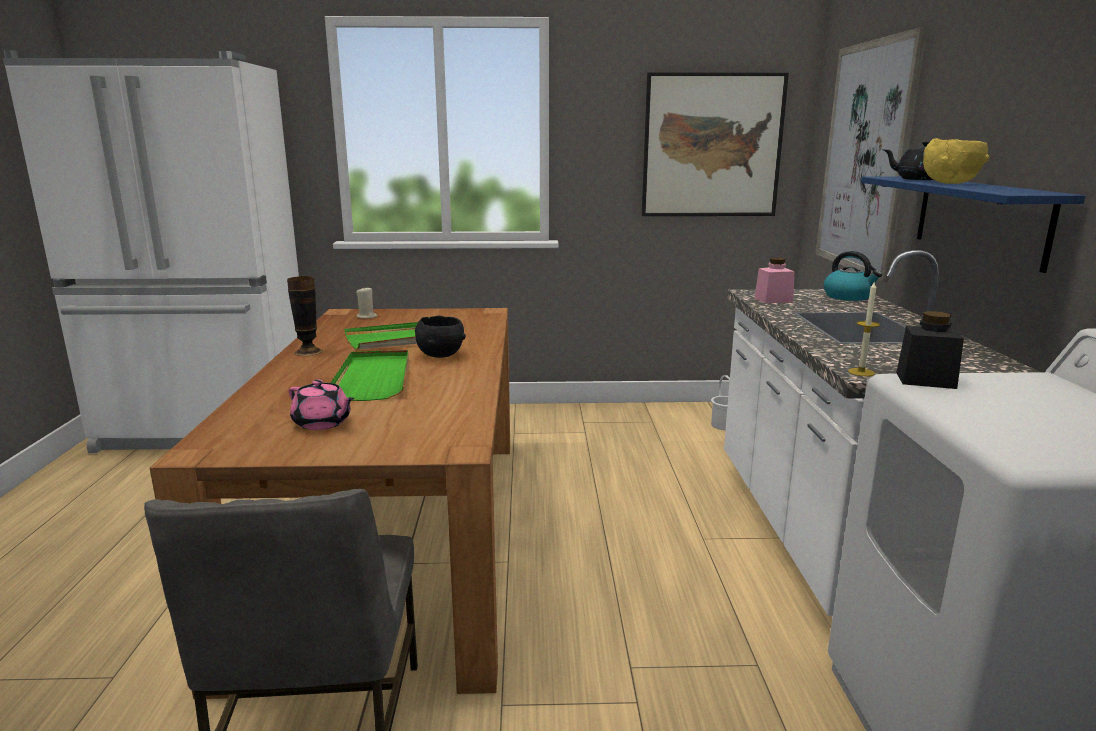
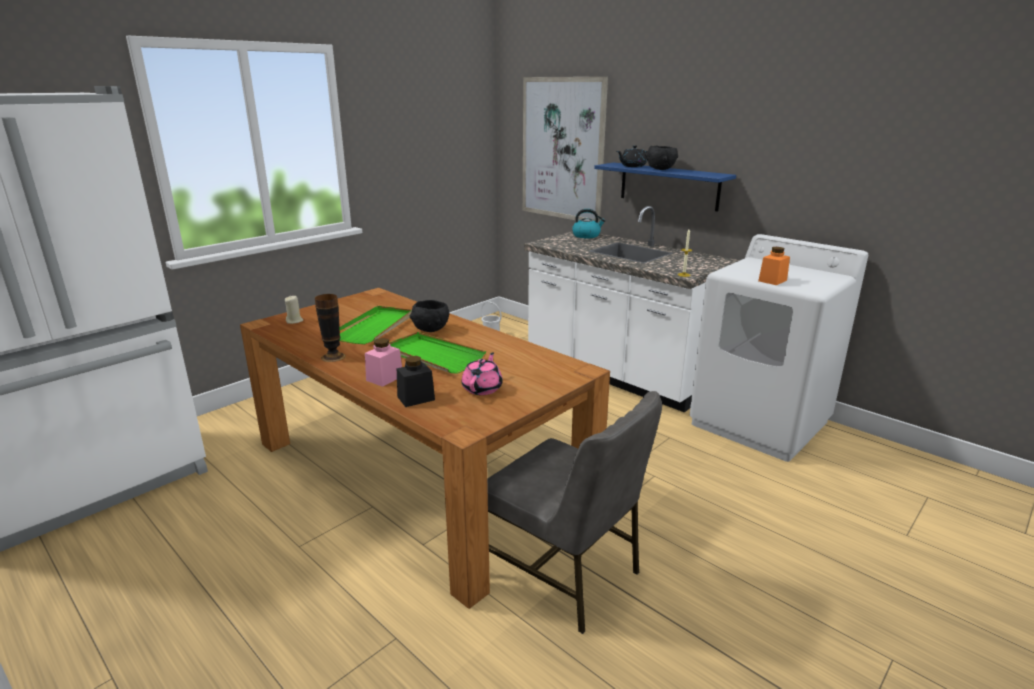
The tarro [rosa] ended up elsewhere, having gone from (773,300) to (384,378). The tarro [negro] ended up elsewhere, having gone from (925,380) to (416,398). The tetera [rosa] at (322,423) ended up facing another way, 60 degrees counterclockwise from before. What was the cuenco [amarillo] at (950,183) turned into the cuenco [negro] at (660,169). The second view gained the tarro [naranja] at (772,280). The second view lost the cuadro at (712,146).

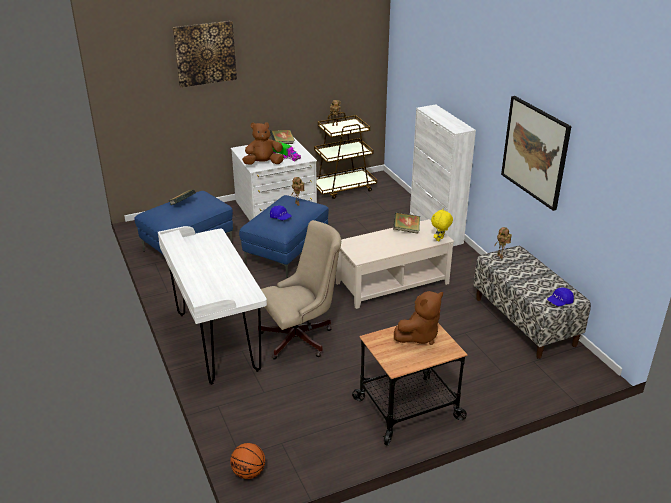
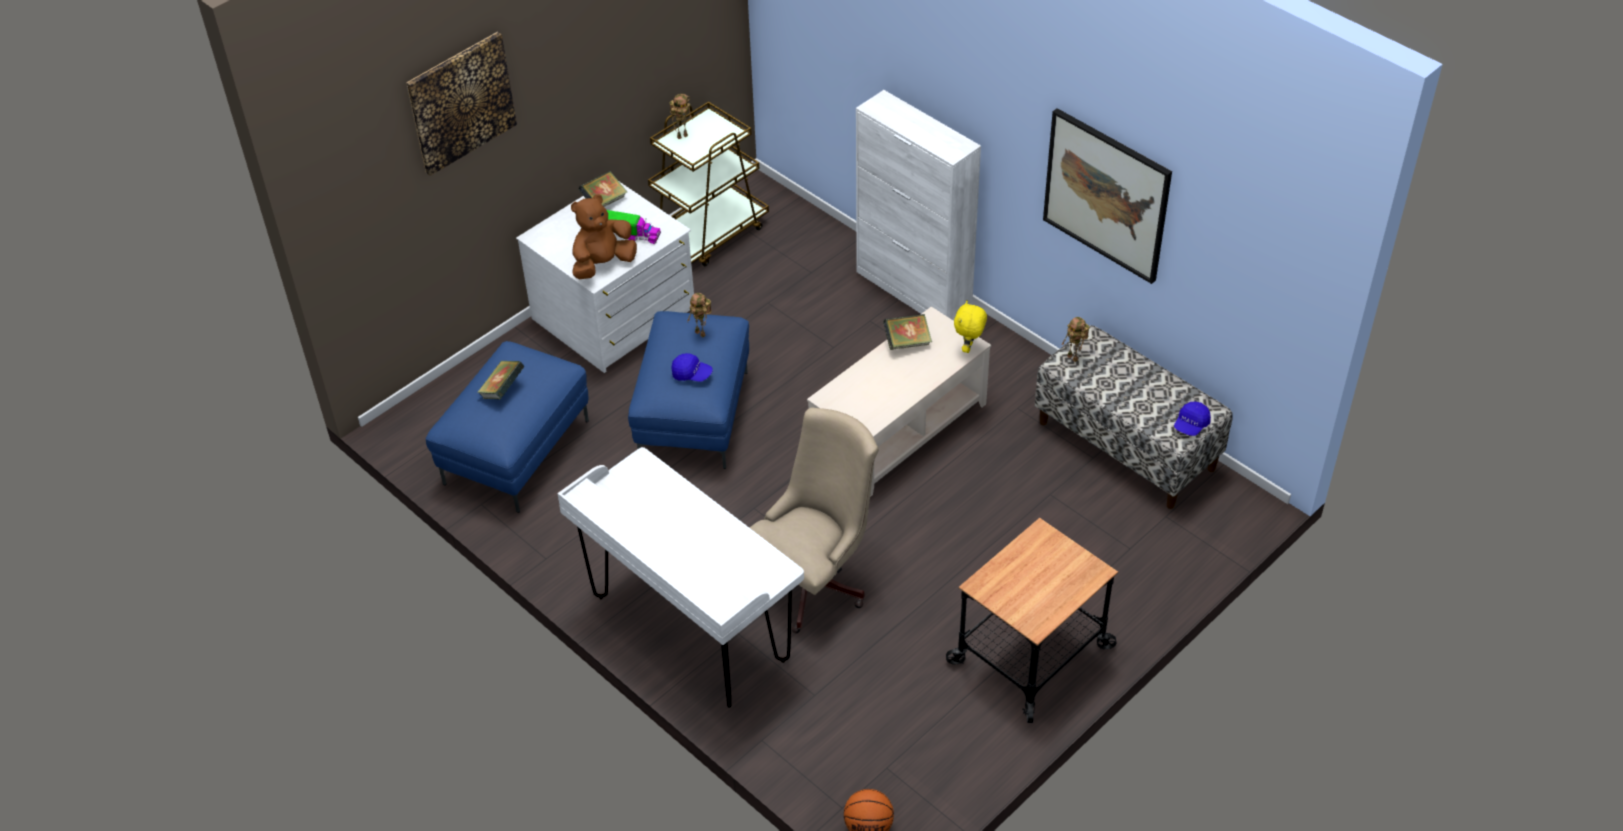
The second view lost the peluche [marrón] at (419,336).

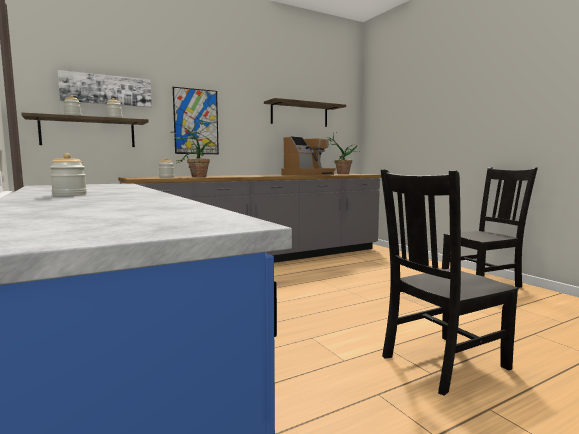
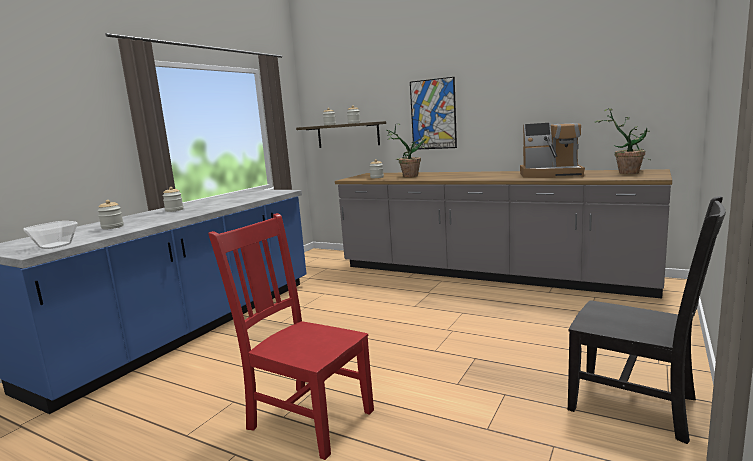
The second view gained the cuenco at (55,246). The second view gained the tarro at (112,227). What was the silla [negro] at (441,363) turned into the silla [rojo] at (307,418). The second view lost the cuadro at (107,90). The second view lost the estante at (299,115).

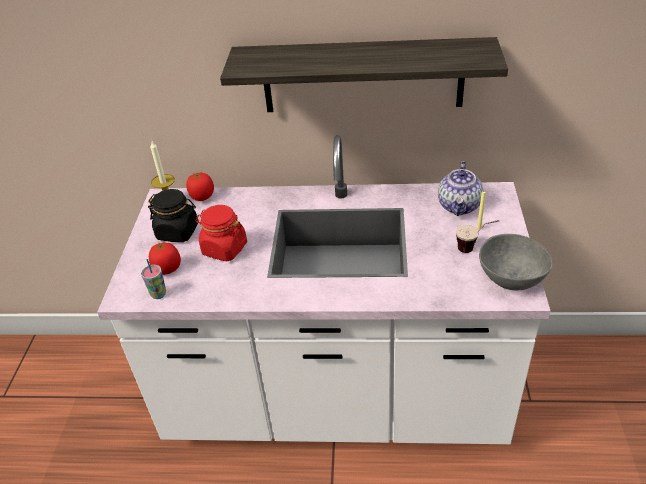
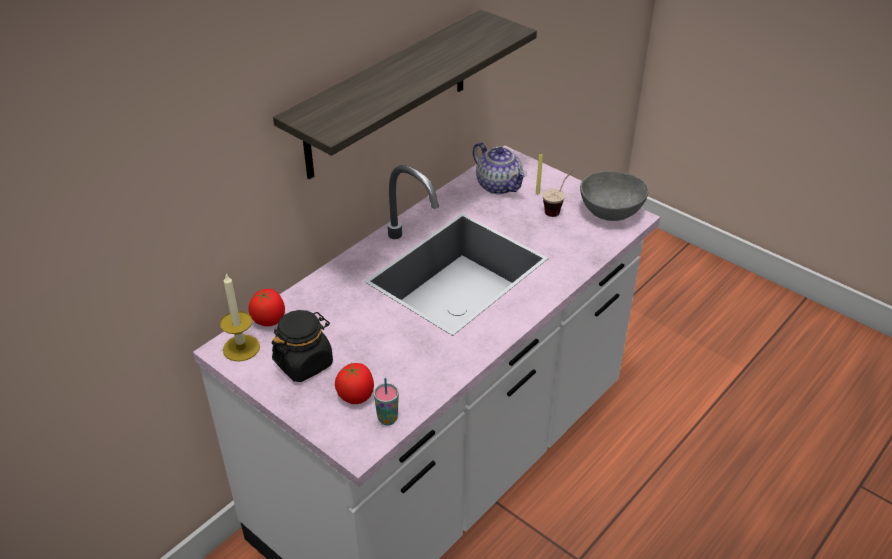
The second view lost the tarro [rojo] at (224,249).

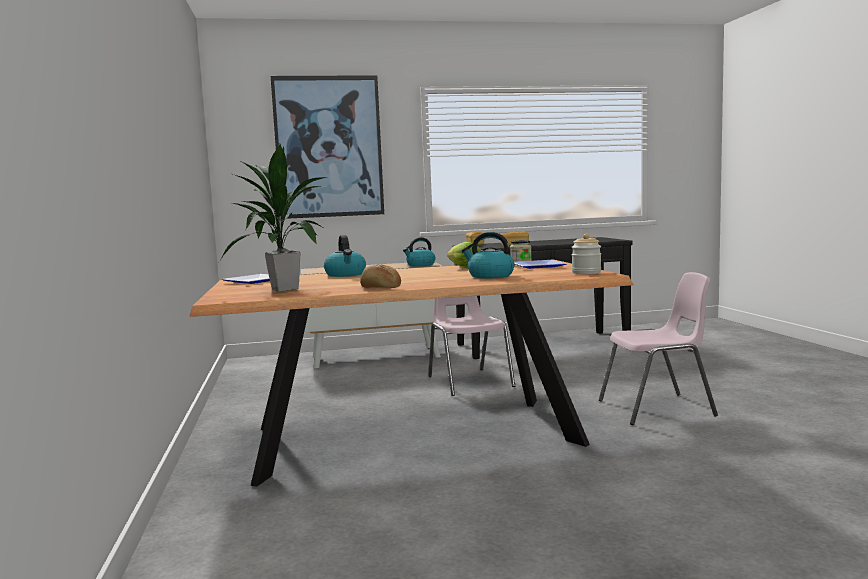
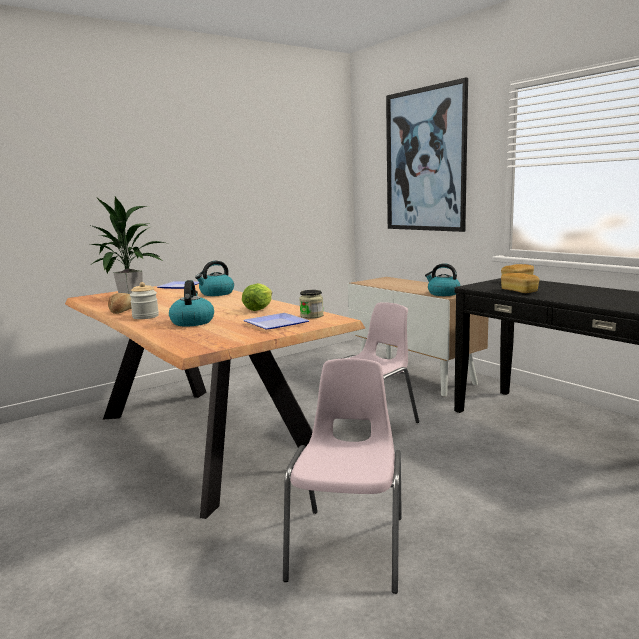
The tarro ended up elsewhere, having gone from (586,272) to (145,316). The silla [rosa] at (658,408) ended up facing another way, 135 degrees counterclockwise from before.

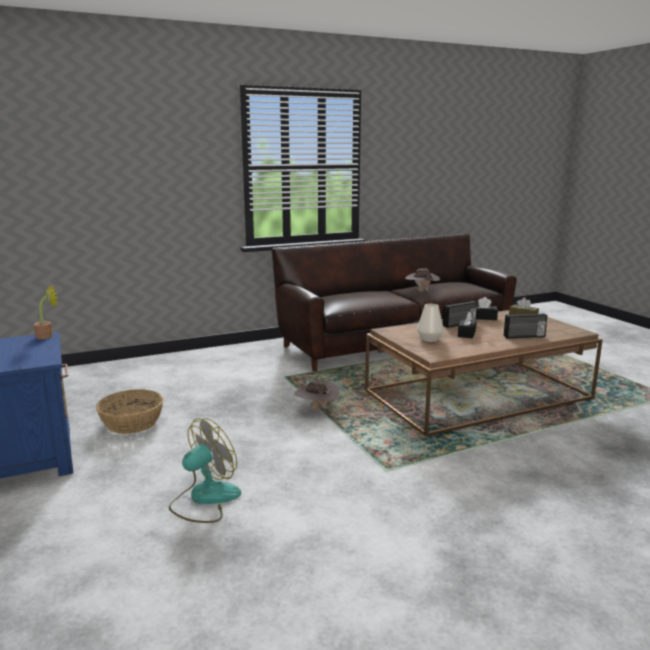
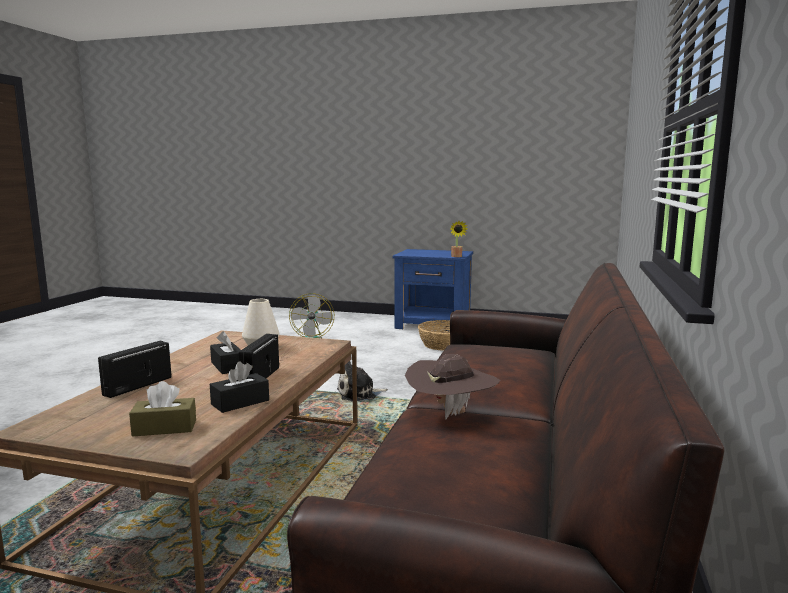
Where the sombrero [marrón] stood at (317,409), the peluche came to stand at (359,394).

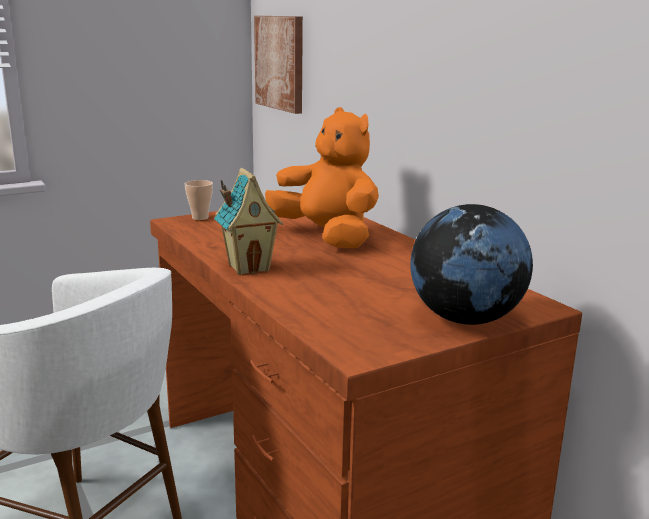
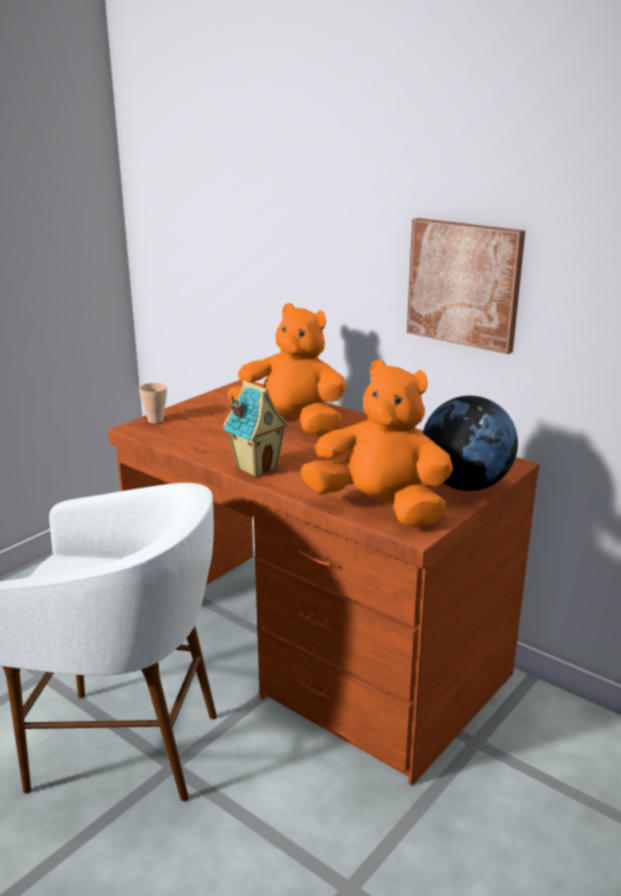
The second view gained the peluche [naranja] at (380,508). The cuadro ended up elsewhere, having gone from (280,63) to (464,284).

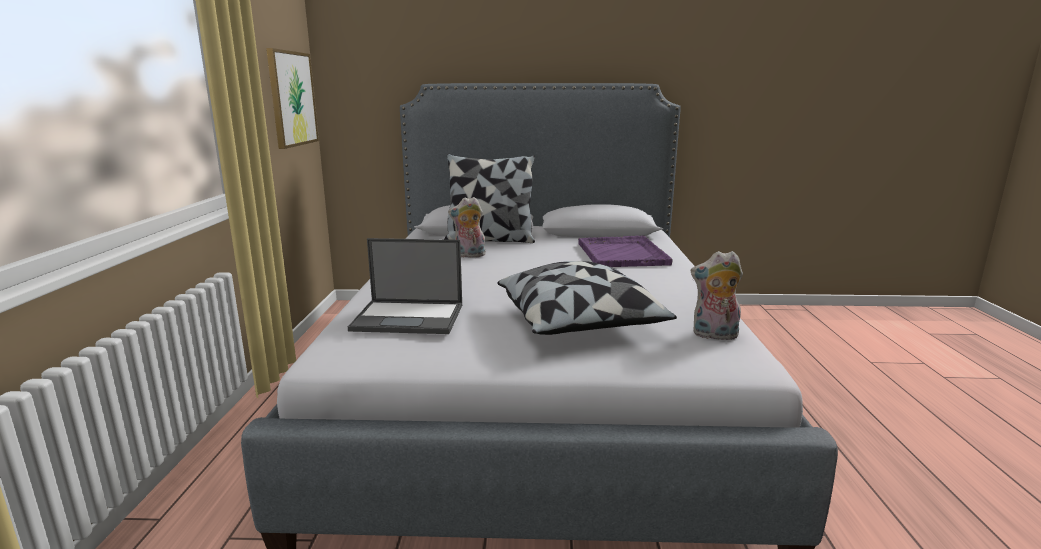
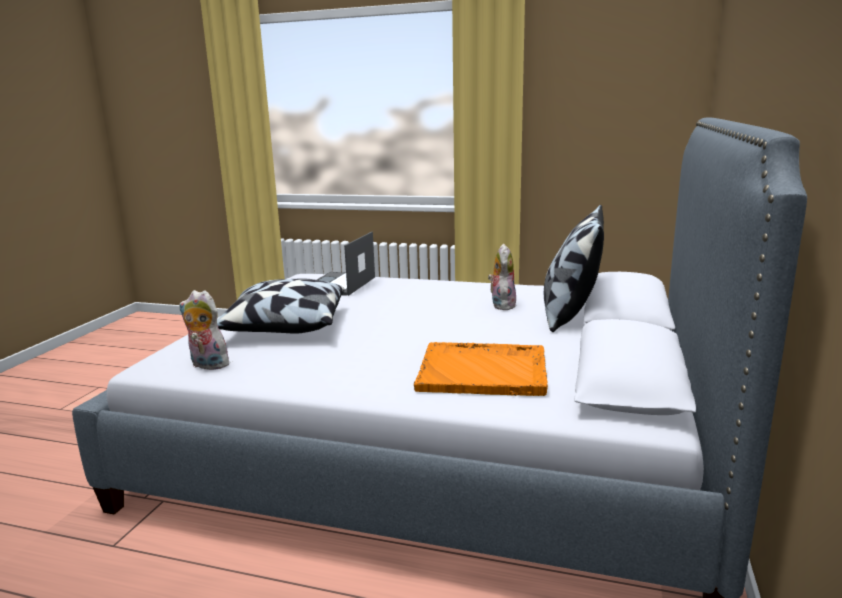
The peluche at (714,335) ended up facing another way, 90 degrees counterclockwise from before. What was the bandeja [morado] at (622,253) turned into the bandeja [naranja] at (484,371). The second view lost the cuadro at (292,99).

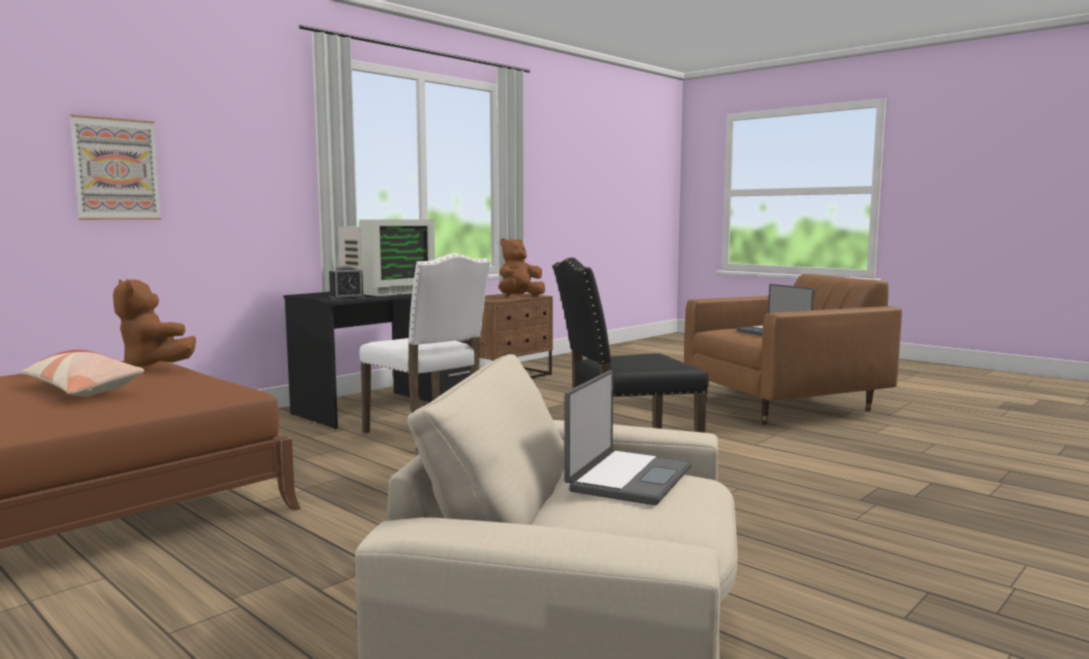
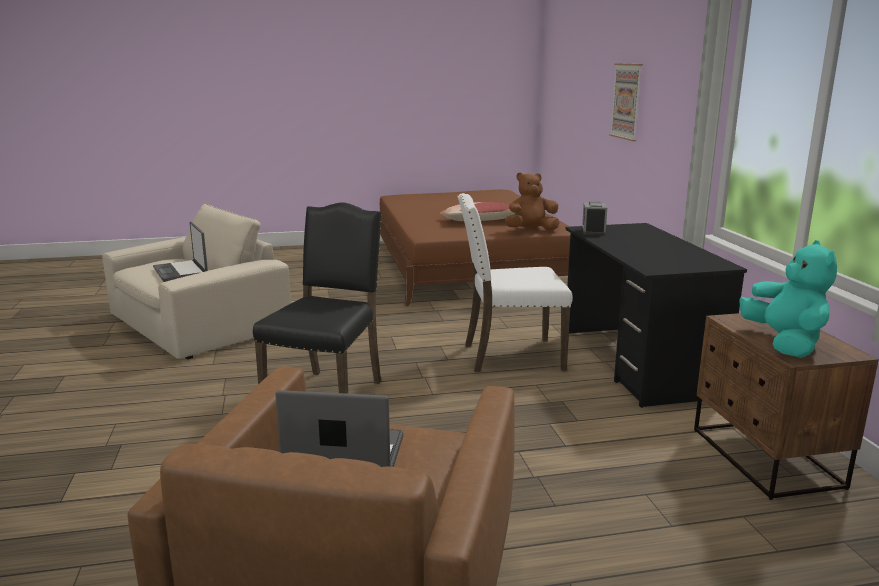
What was the peluche [marrón] at (519,296) turned into the peluche [turquesa] at (784,343). The second view lost the monitor at (385,292).

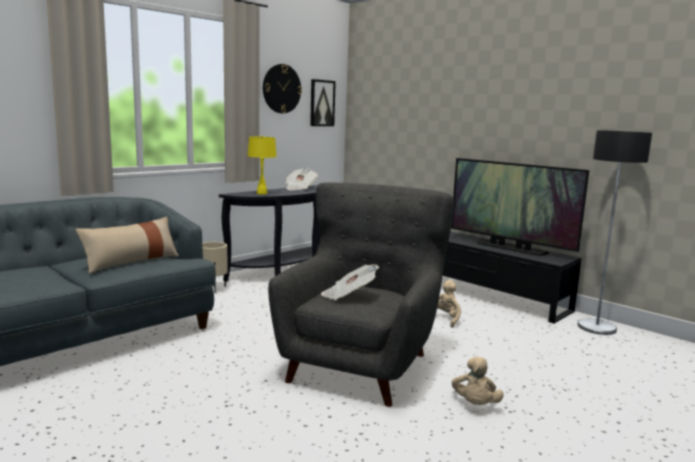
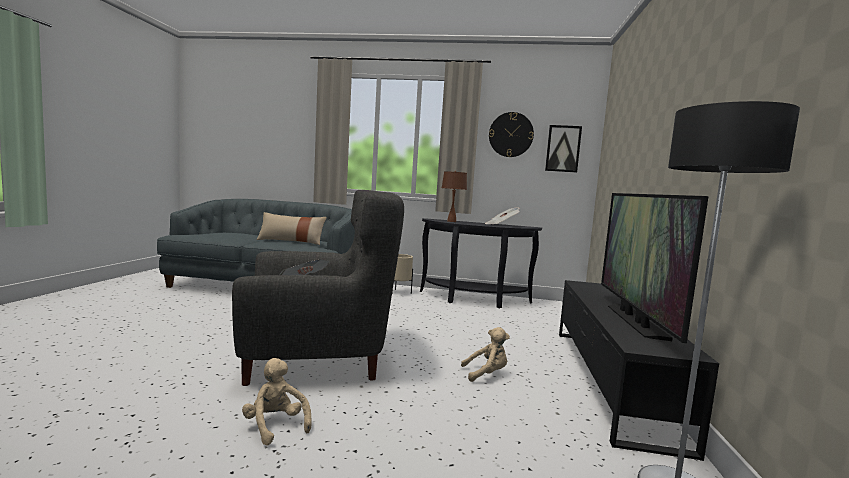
The peluche [beis] at (475,405) ended up facing another way, 75 degrees clockwise from before. What was the lámpara de mesa [amarillo] at (261,193) turned into the lámpara de mesa [marrón] at (451,221).

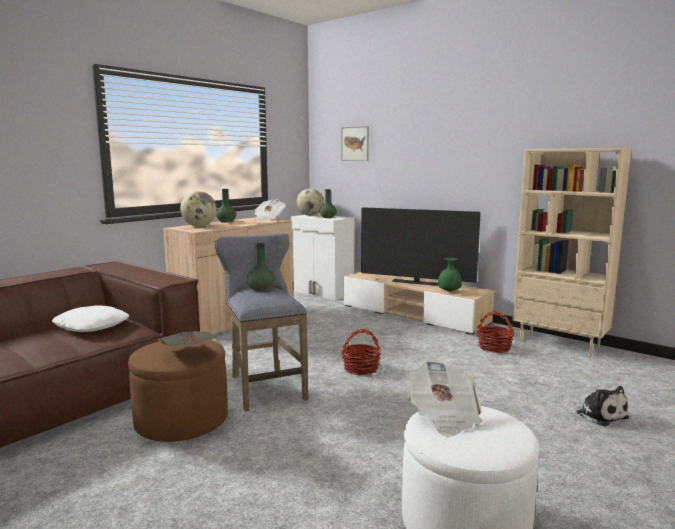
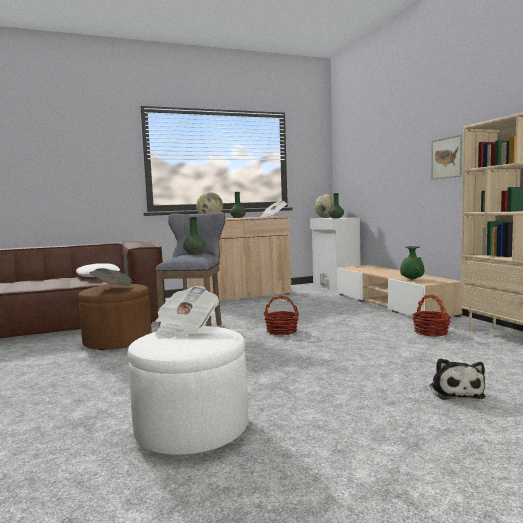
The cuadro ended up elsewhere, having gone from (355,143) to (446,158). The second view lost the televisor at (416,283).

